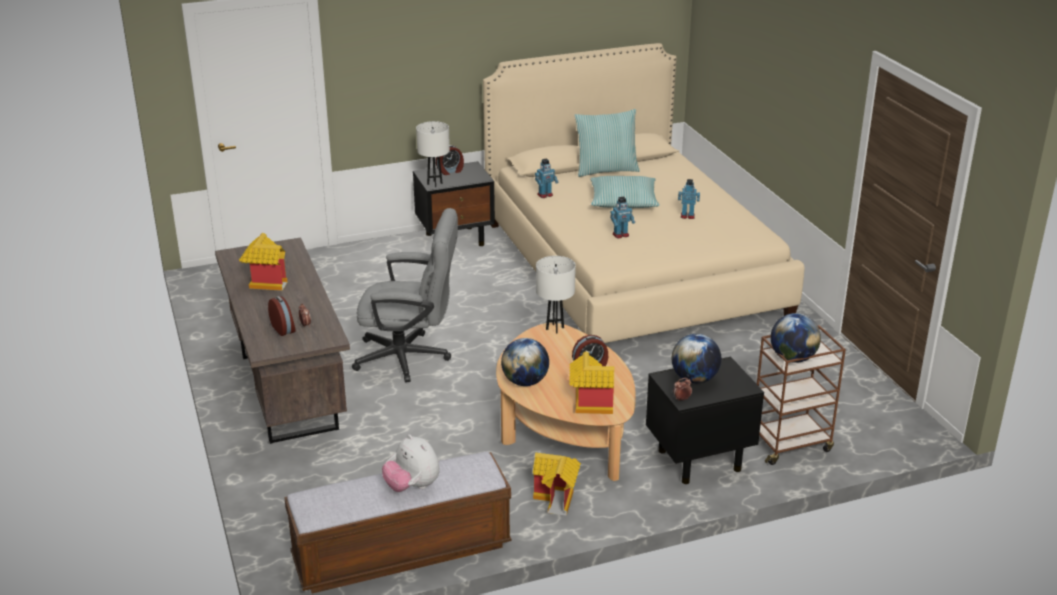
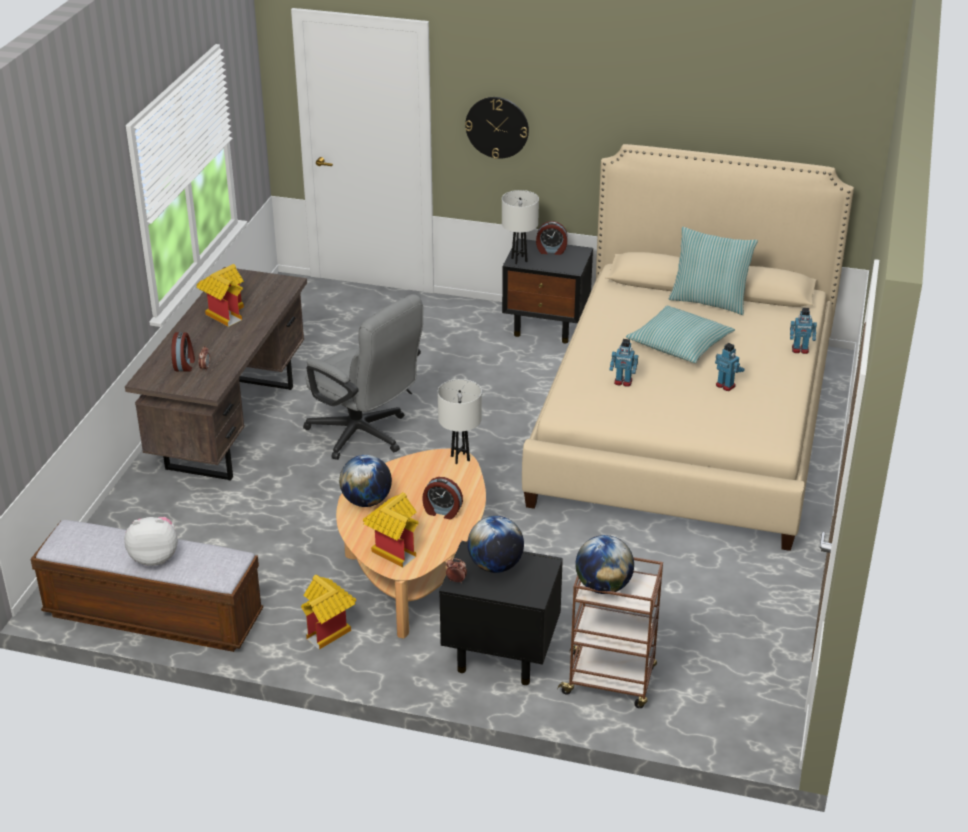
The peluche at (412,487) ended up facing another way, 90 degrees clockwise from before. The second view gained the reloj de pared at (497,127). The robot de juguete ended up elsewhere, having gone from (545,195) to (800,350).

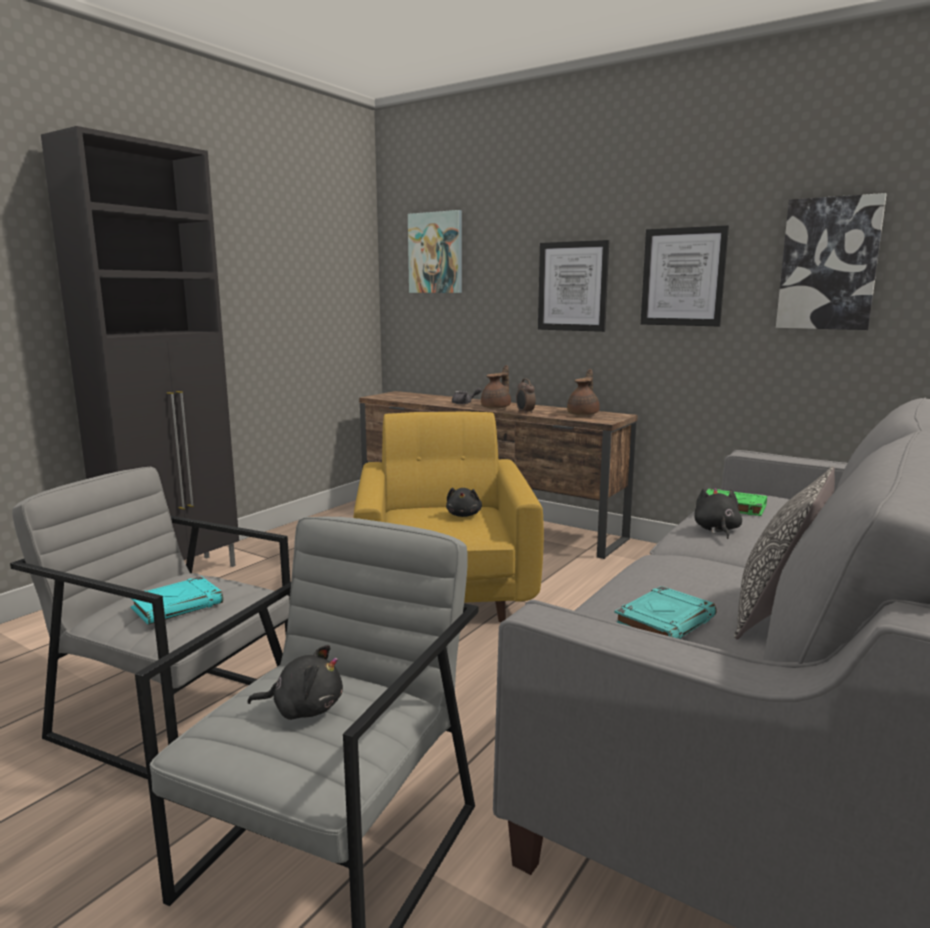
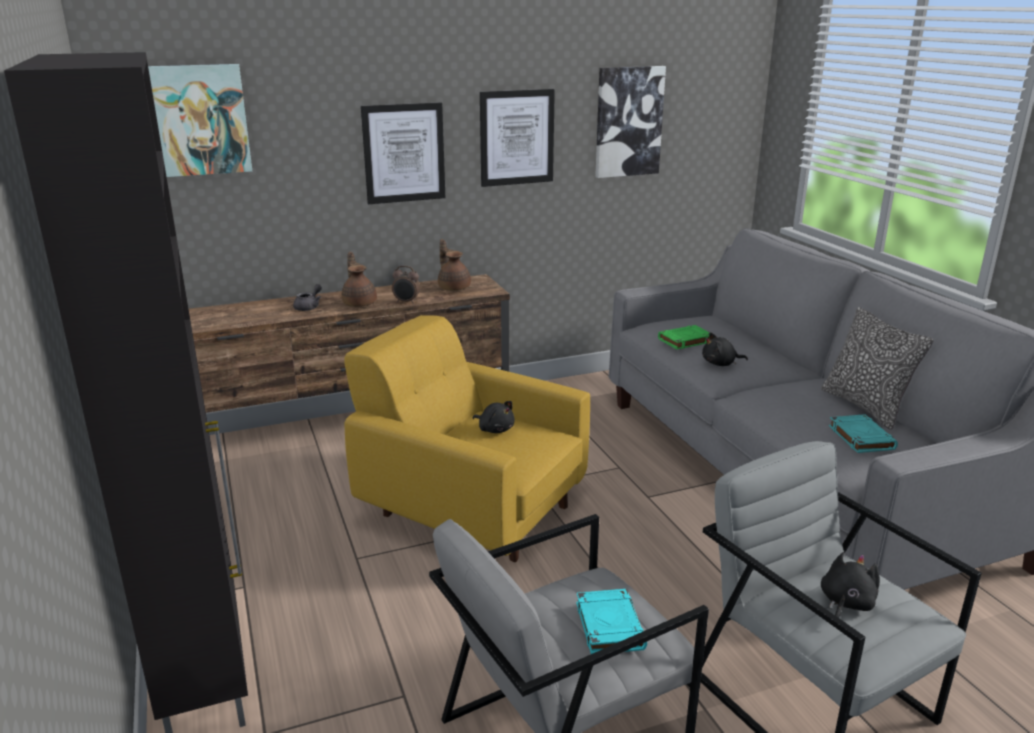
The peluche [negro] at (716,530) ended up facing another way, 45 degrees counterclockwise from before.

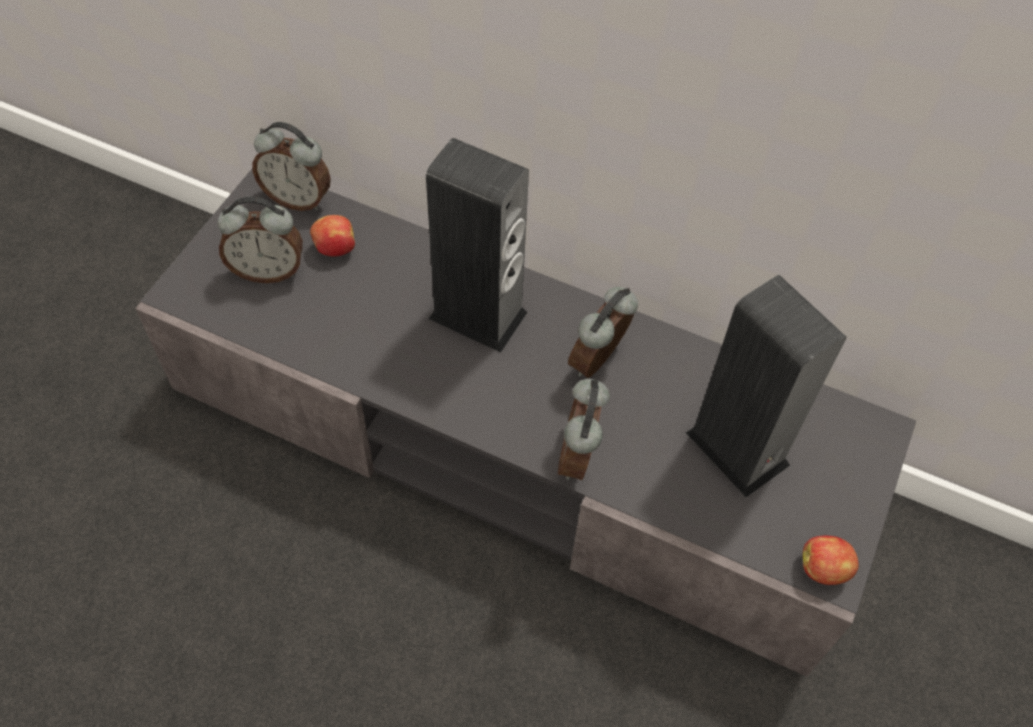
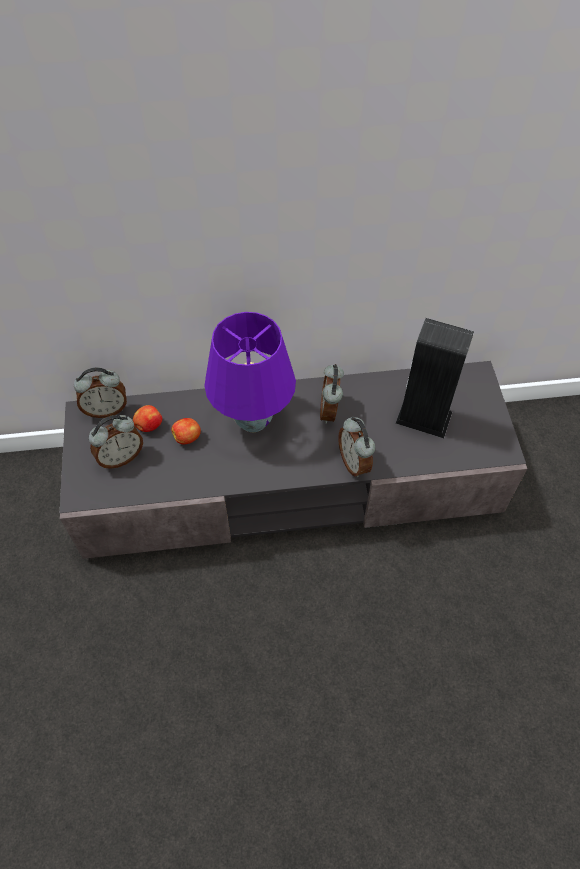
The manzana ended up elsewhere, having gone from (824,569) to (187,437). Where the altavoz stood at (478,315), the lámpara de mesa [morado] came to stand at (252,420).

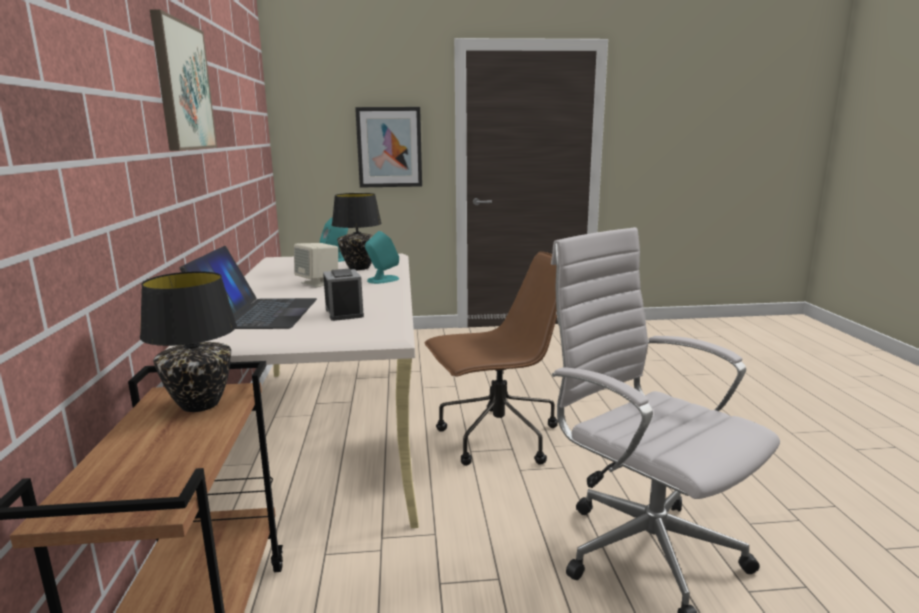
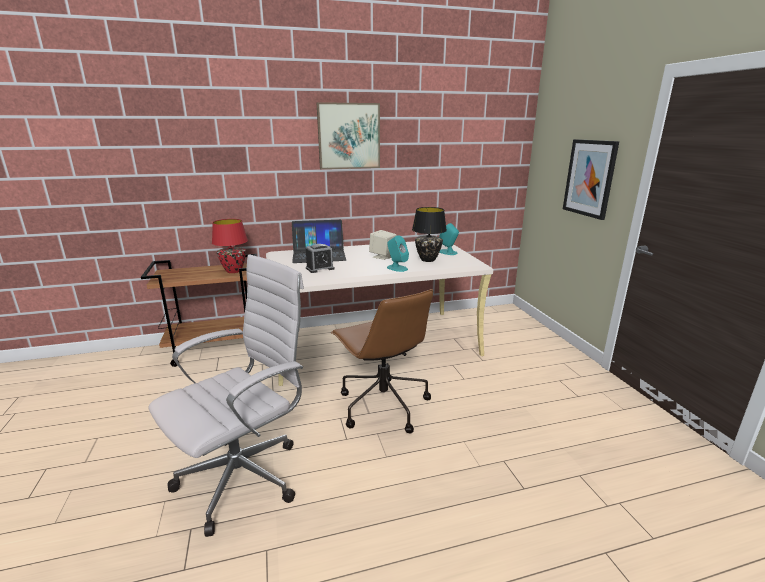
What was the lámpara de mesa [negro] at (199,404) turned into the lámpara de mesa [rojo] at (233,271).

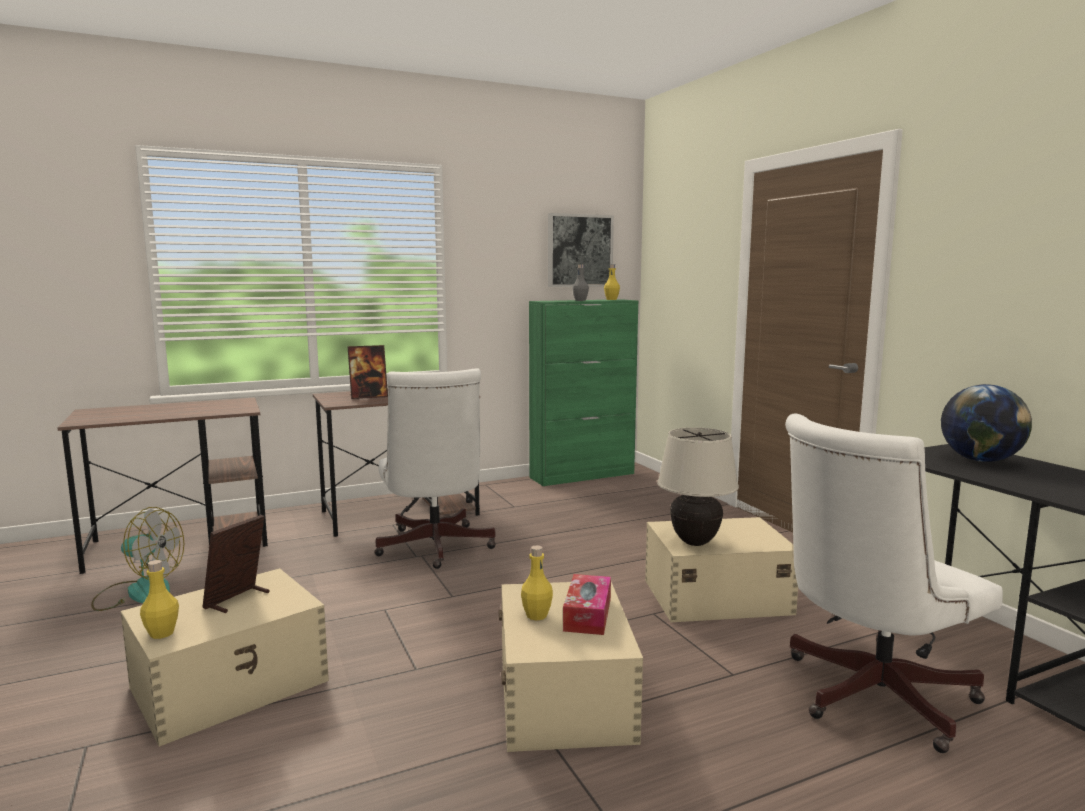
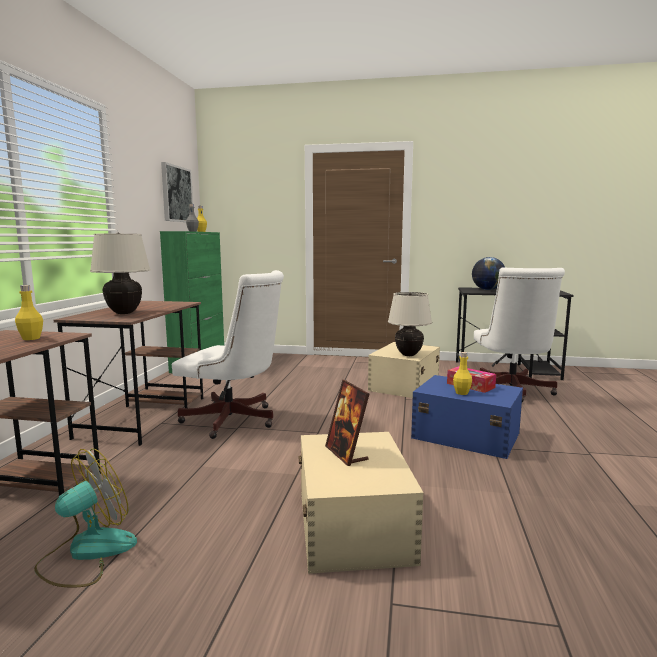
The botella [amarillo] ended up elsewhere, having gone from (162,633) to (31,338). Where the portarretratos stood at (368,396), the lámpara de mesa [beis] came to stand at (124,313). What was the caja de almacenaje [beis] at (565,694) turned into the caja de almacenaje [azul] at (465,435).

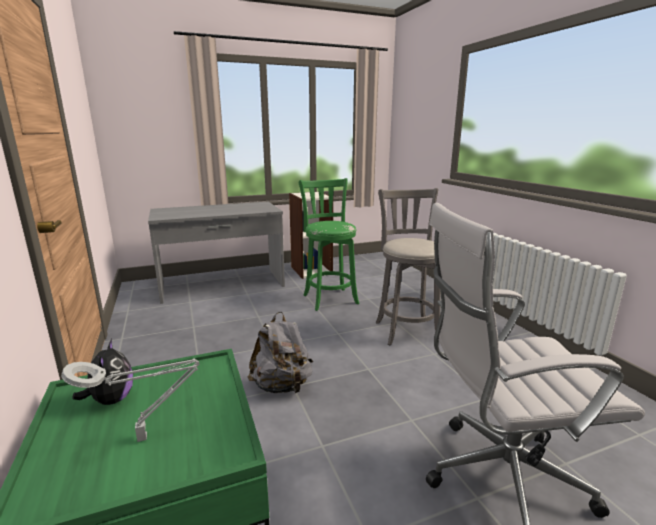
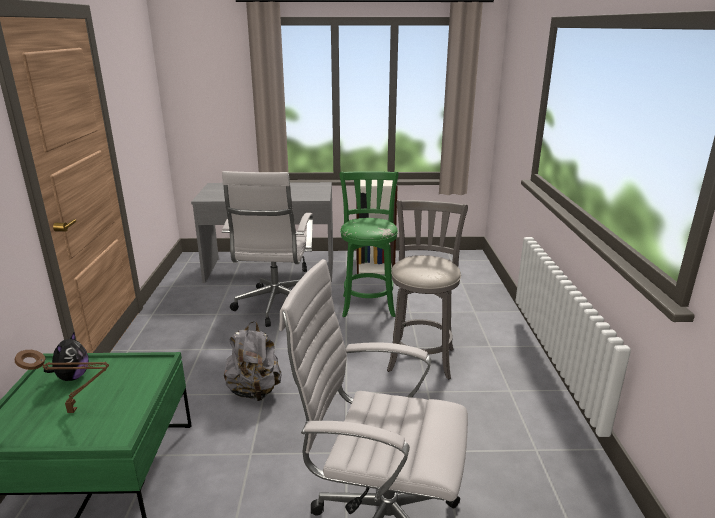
What was the lámpara de mesa [gris] at (146,437) turned into the lámpara de mesa [marrón] at (75,411). The second view gained the silla de oficina [blanco] at (275,307).

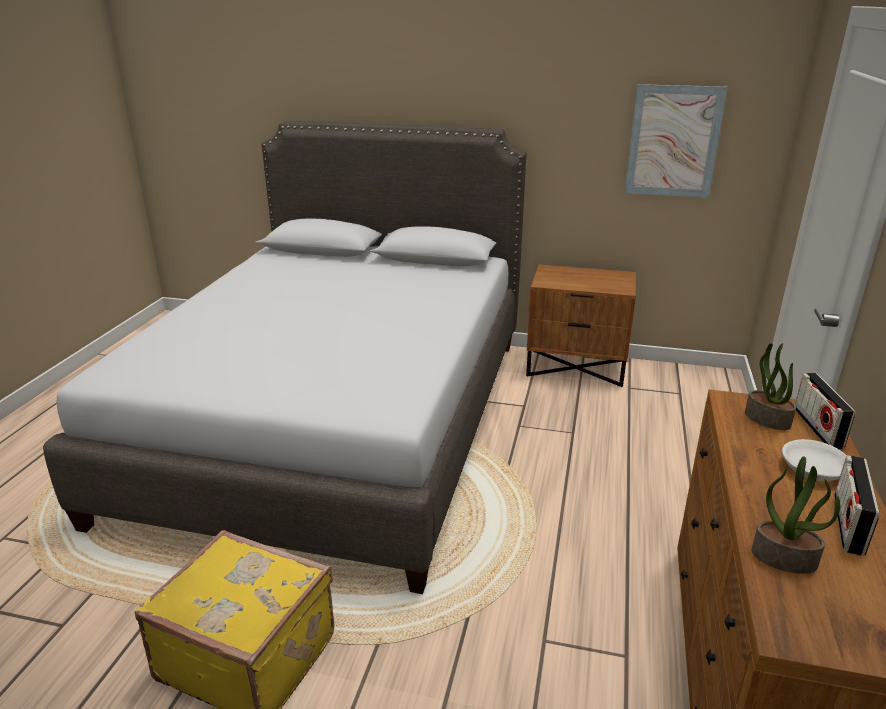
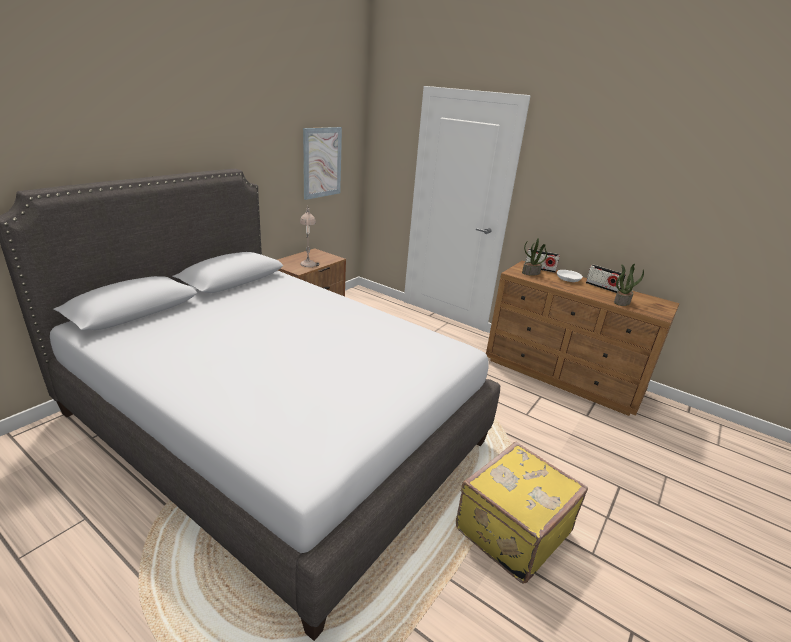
The second view gained the lámpara de mesa [beis] at (308,261).

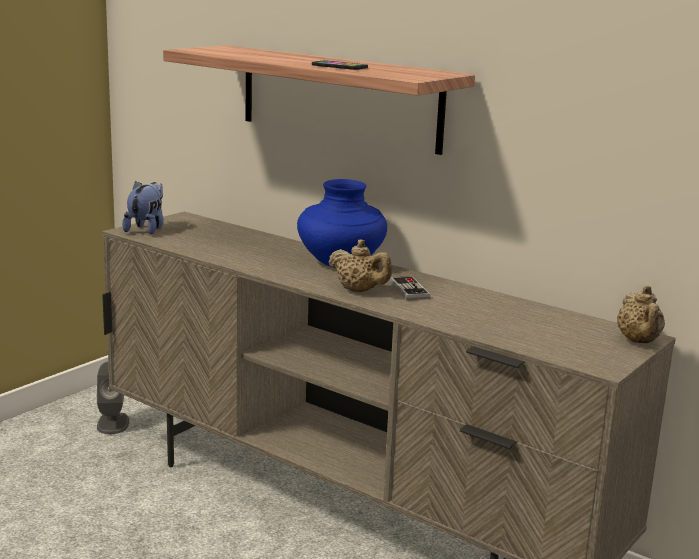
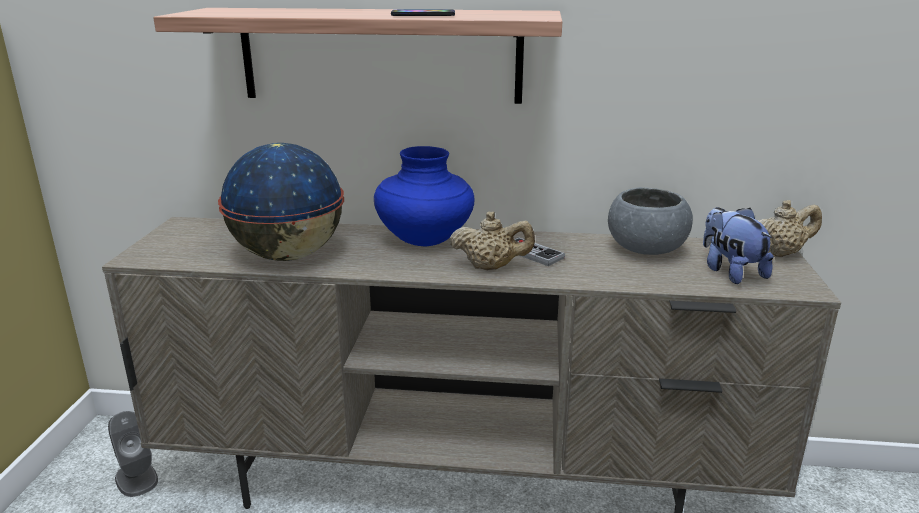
The second view gained the globo terráqueo at (289,255). The second view gained the cuenco [gris] at (645,249). The peluche ended up elsewhere, having gone from (146,229) to (730,271). The tetera [beis] at (639,341) ended up facing another way, 75 degrees counterclockwise from before.

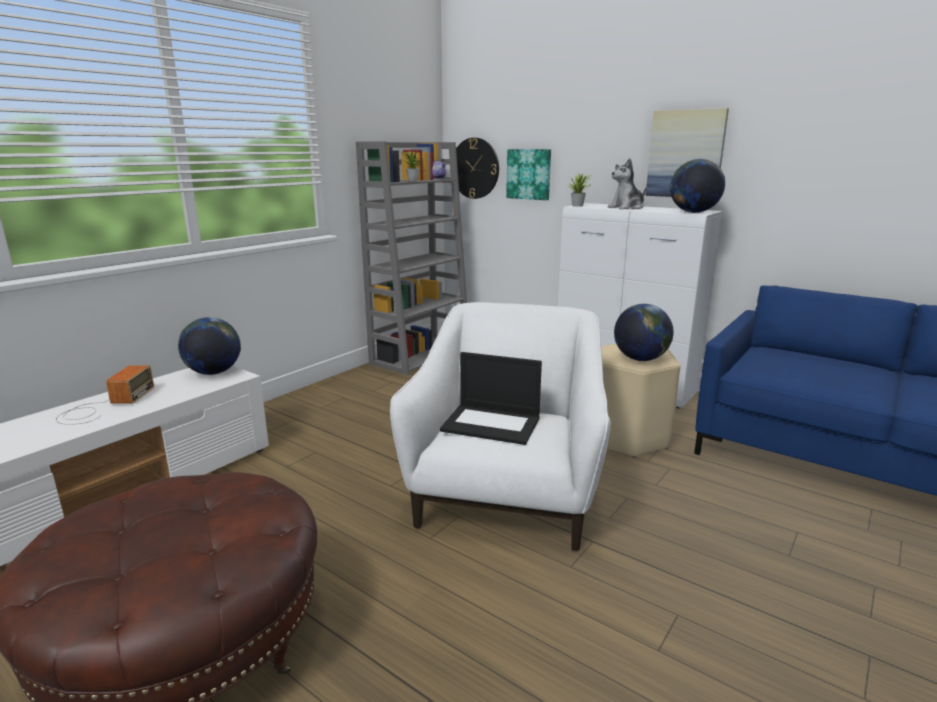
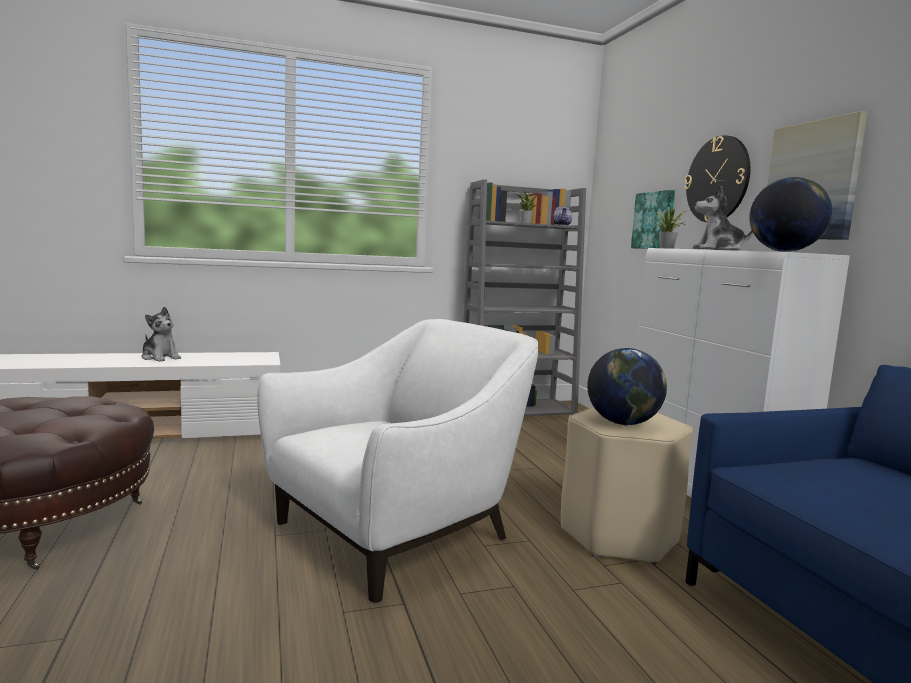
Where the radio stood at (104,406), the peluche came to stand at (160,358). The reloj de pared ended up elsewhere, having gone from (475,168) to (717,179). The second view lost the globo terráqueo at (214,373). The second view lost the portátil at (492,424).

